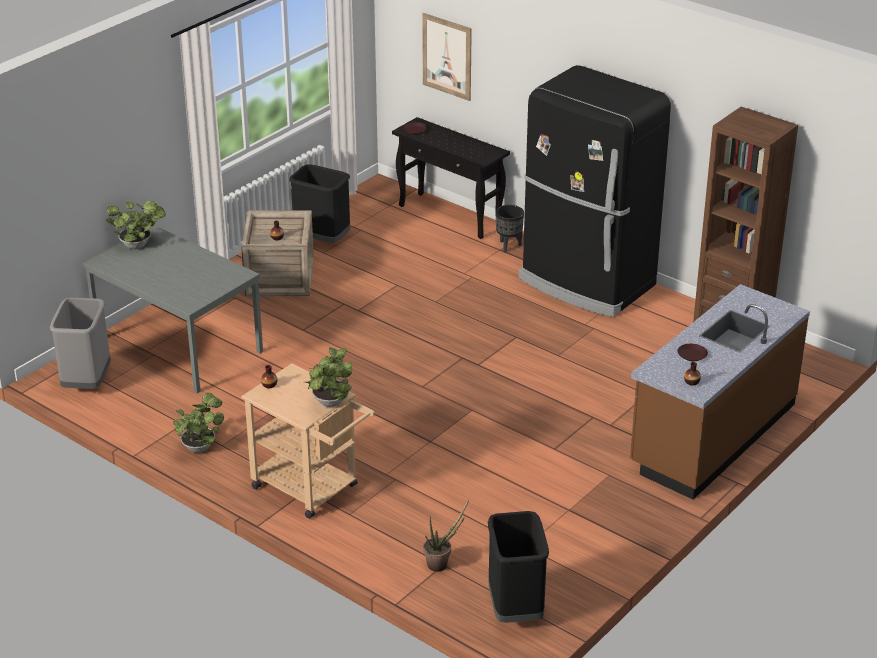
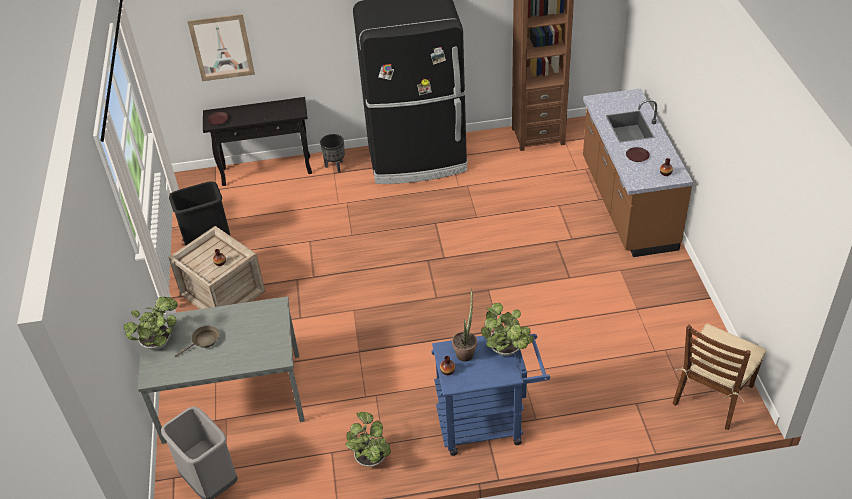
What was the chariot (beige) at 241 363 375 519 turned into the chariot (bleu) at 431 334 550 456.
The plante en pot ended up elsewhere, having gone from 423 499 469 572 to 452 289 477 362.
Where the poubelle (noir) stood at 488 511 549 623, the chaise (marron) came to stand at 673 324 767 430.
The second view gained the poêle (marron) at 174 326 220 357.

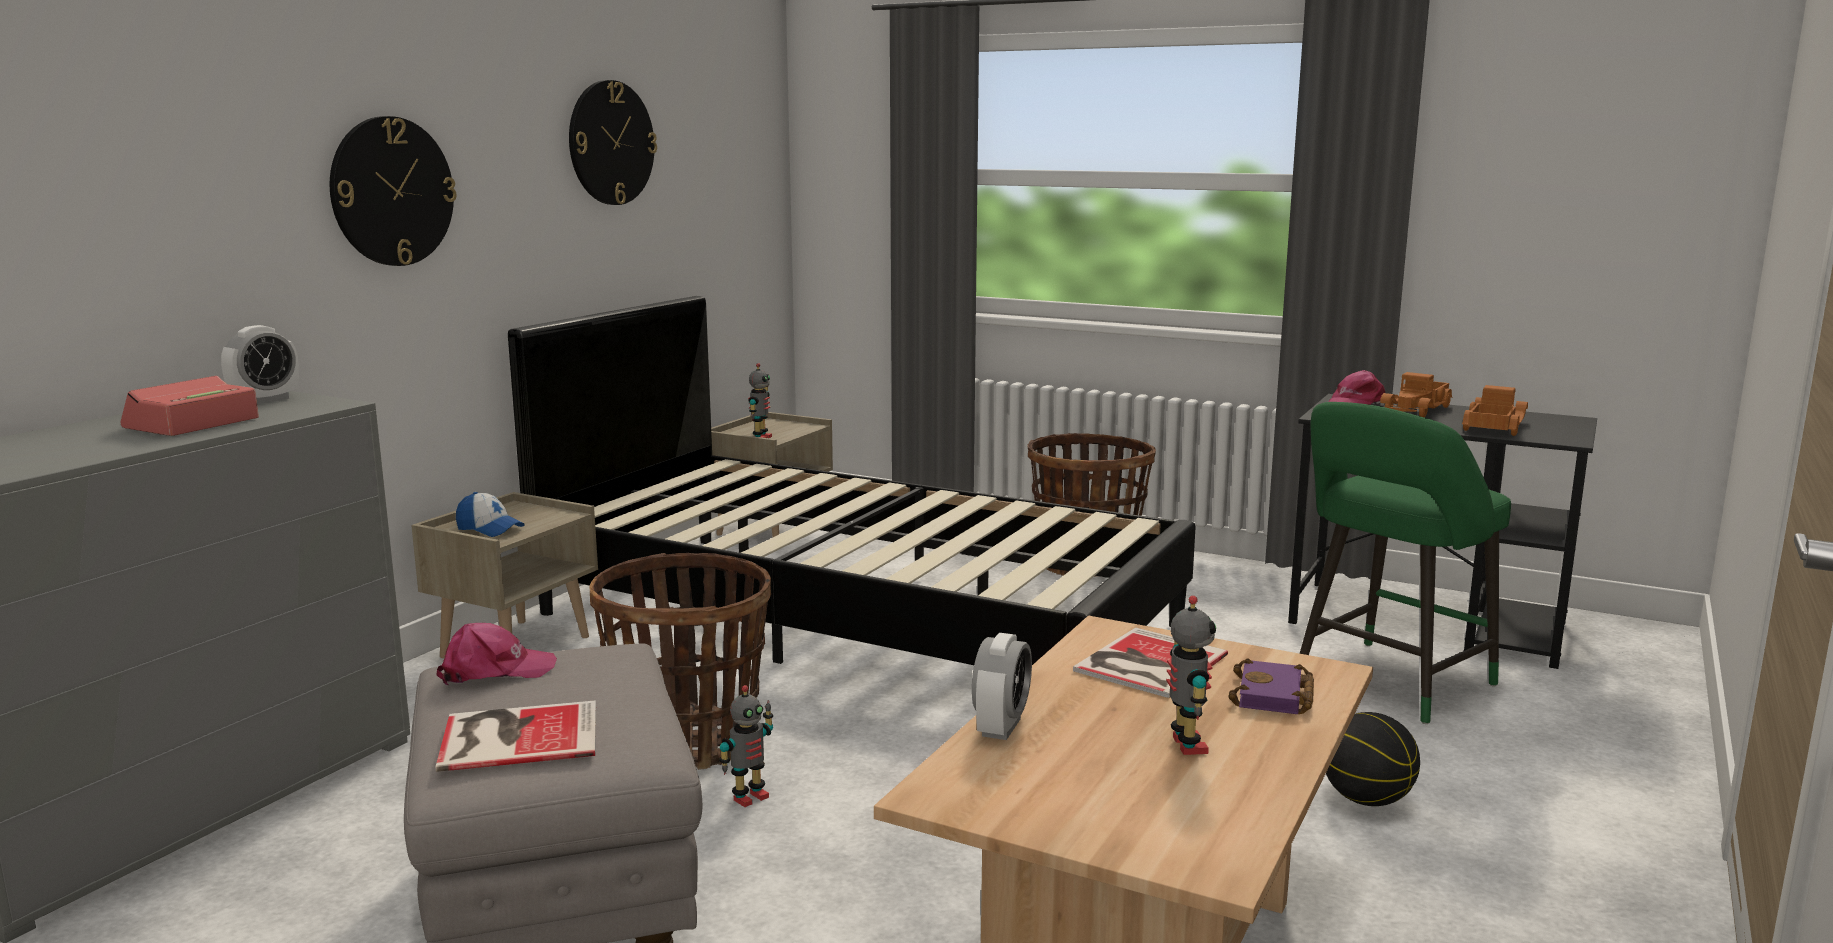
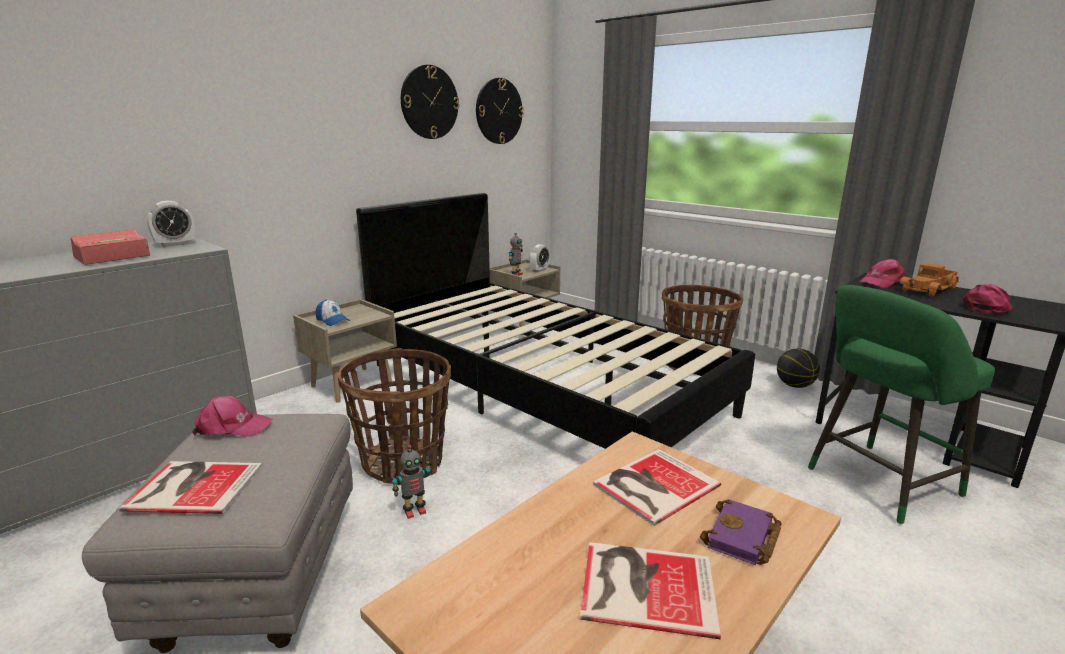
The horloge murale ended up elsewhere, having gone from 330 116 457 266 to 476 78 524 144.
Where the camion jouet stood at 1462 385 1528 436, the casquette (rose) came to stand at 962 284 1012 315.
Where the robot jouet stood at 1166 596 1216 755, the livre came to stand at 580 542 721 639.
The réveil ended up elsewhere, having gone from 972 633 1032 740 to 529 244 549 272.
The ballon de basket ended up elsewhere, having gone from 1326 712 1420 806 to 777 349 820 388.

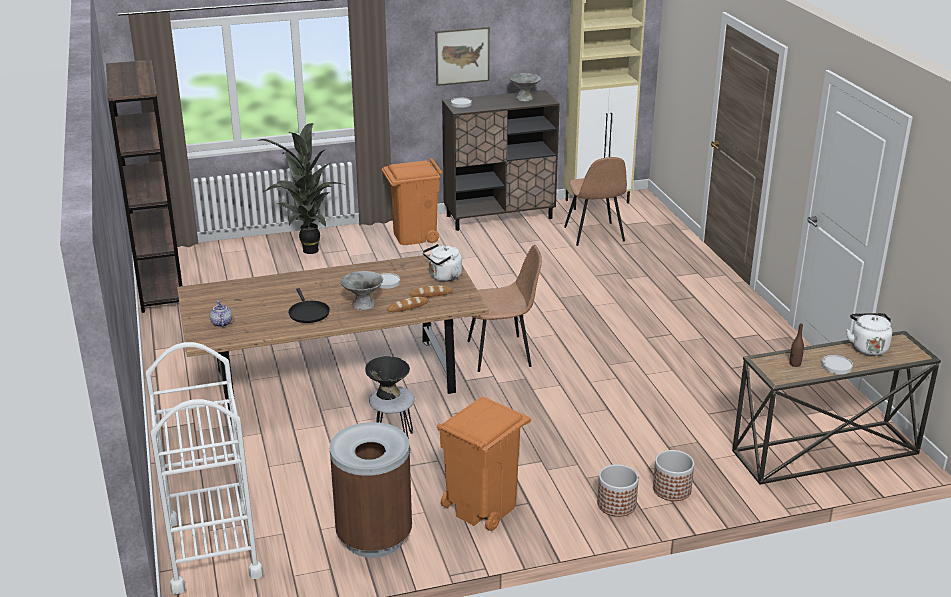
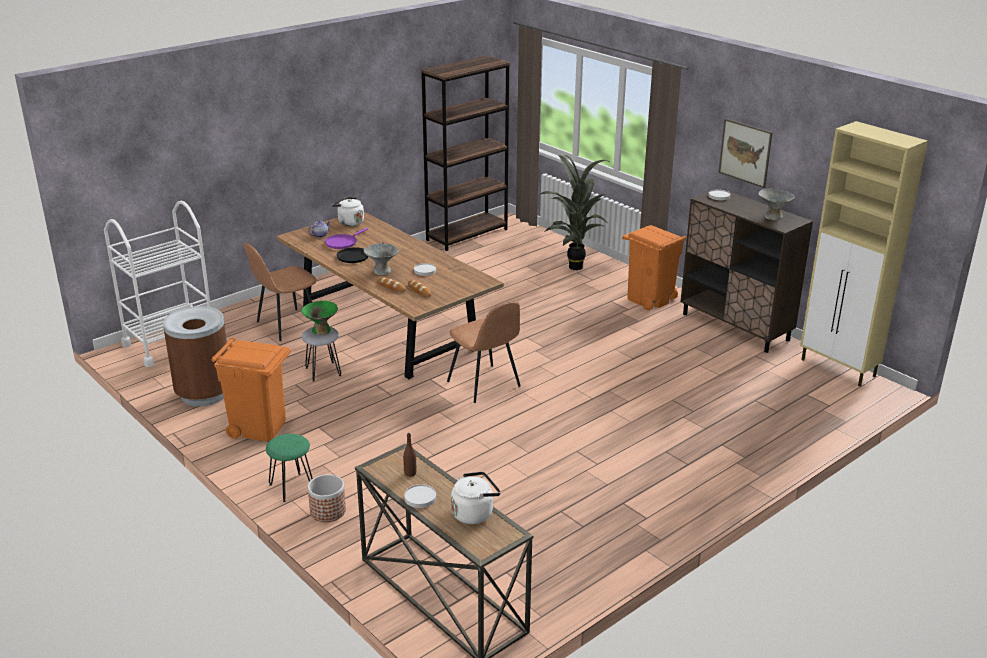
The chaise (marron) ended up elsewhere, having gone from 564 157 627 246 to 244 243 317 341.
The bouilloire (blanc) ended up elsewhere, having gone from 423 244 462 282 to 332 197 364 226.
What was the bol (noir) at 365 356 410 400 turned into the bol (vert) at 302 301 338 335.
Where the cache-pot stood at 597 464 639 517, the tabouret (vert) came to stand at 266 434 313 502.
The second view gained the poêle (violet) at 325 228 368 249.

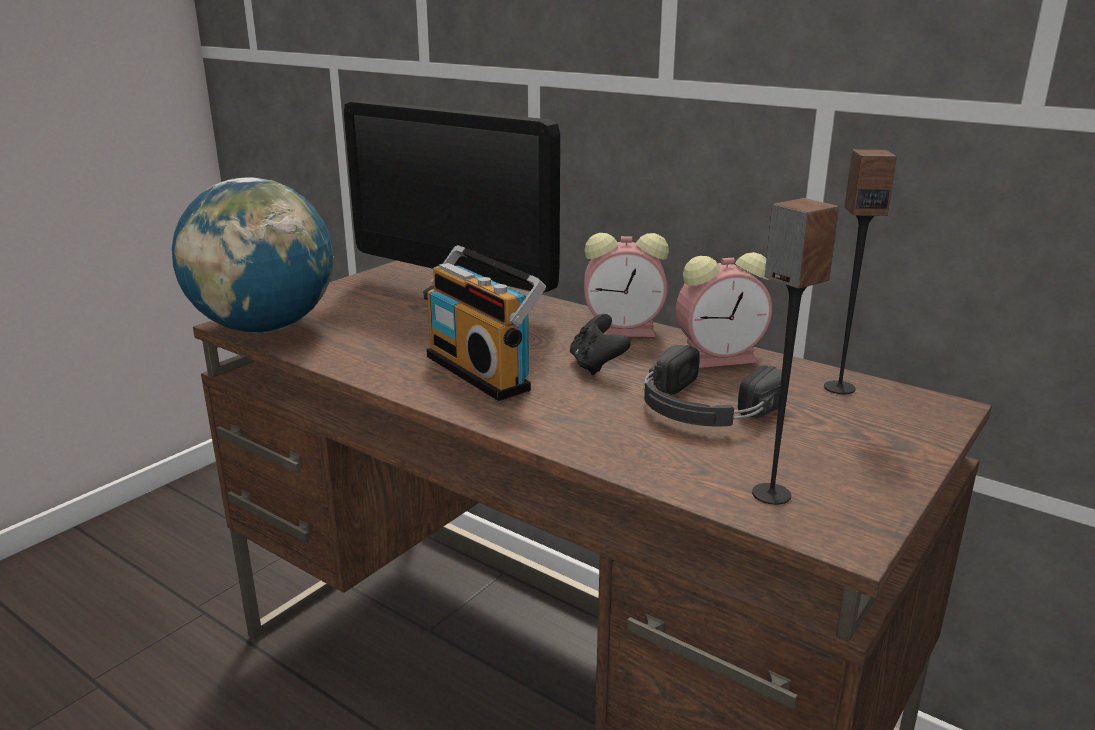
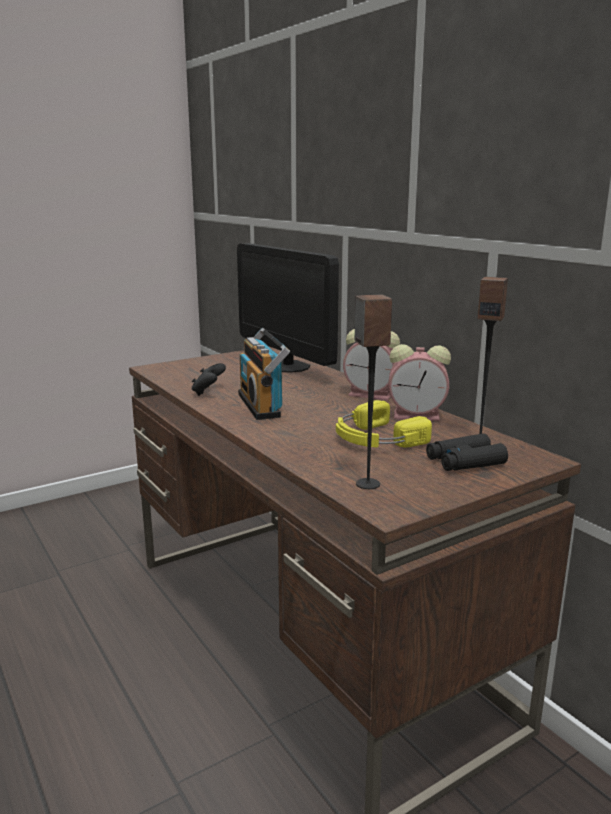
The second view lost the globe at 172 177 334 333.
The manette (noir) ended up elsewhere, having gone from 570 314 631 375 to 192 363 226 396.
What was the casque audio (noir) at 644 345 782 427 turned into the casque audio (jaune) at 336 400 432 448.
The second view gained the jumelles (noir) at 426 433 508 471.

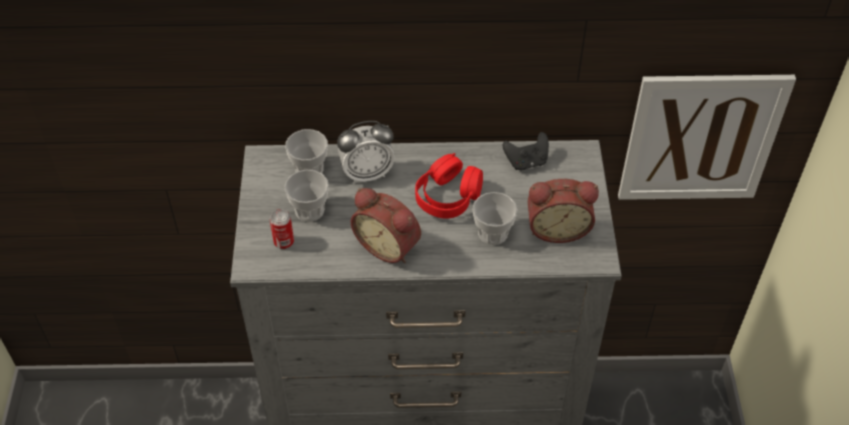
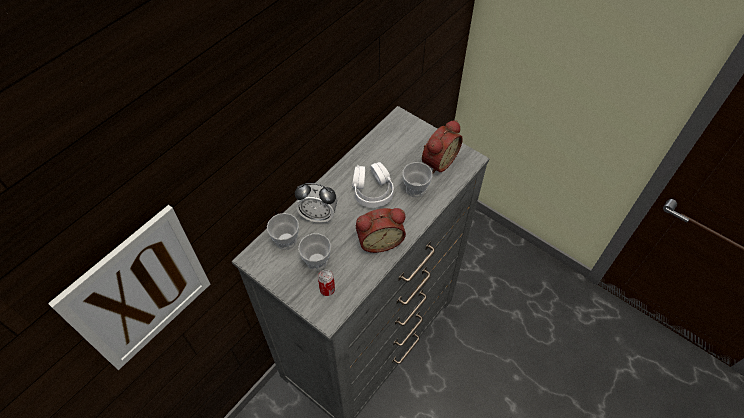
The tableau ended up elsewhere, having gone from 618 75 796 200 to 48 205 210 370.
The réveil at 337 121 395 183 ended up facing another way, 75 degrees clockwise from before.
The second view lost the manette (noir) at 503 132 549 170.
What was the casque audio (rouge) at 415 153 483 219 turned into the casque audio (blanc) at 352 162 394 208.

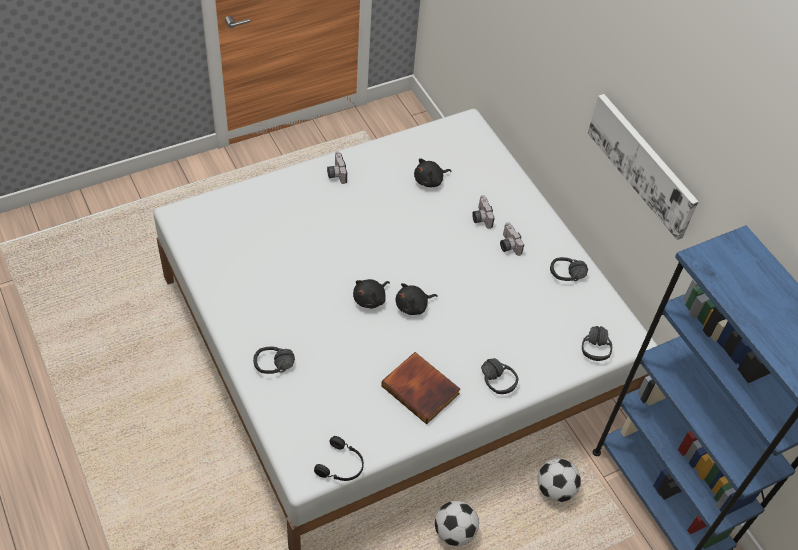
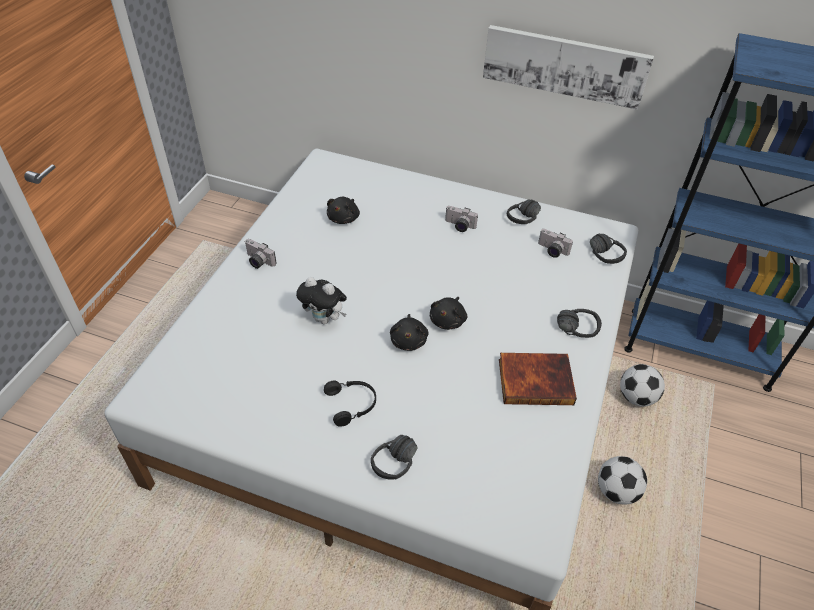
The appareil photo ended up elsewhere, having gone from 472 195 495 229 to 538 229 573 258.
The casque audio (noir) ended up elsewhere, having gone from 314 436 364 481 to 324 381 376 427.
The second view gained the peluche at 296 277 347 324.

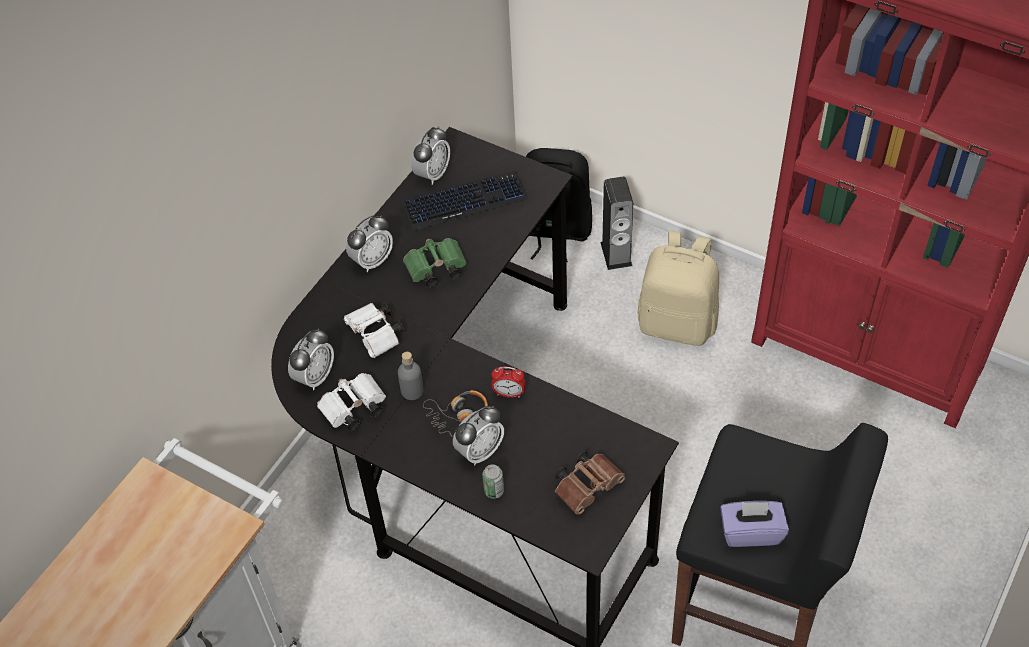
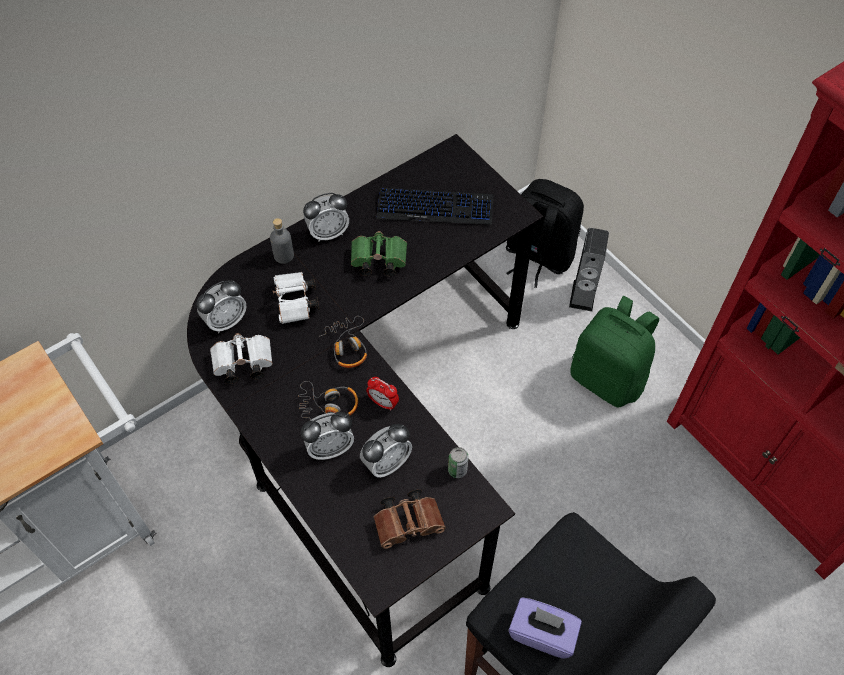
The réveil ended up elsewhere, having gone from 411 126 450 185 to 360 424 412 478.
What was the sac à dos (beige) at 638 230 719 346 turned into the sac à dos (vert) at 570 296 659 408.
The bouteille (gris) ended up elsewhere, having gone from 398 352 423 400 to 270 218 294 264.
The boîte métallique ended up elsewhere, having gone from 482 464 504 499 to 448 447 469 478.
The second view gained the casque audio at 319 316 367 368.

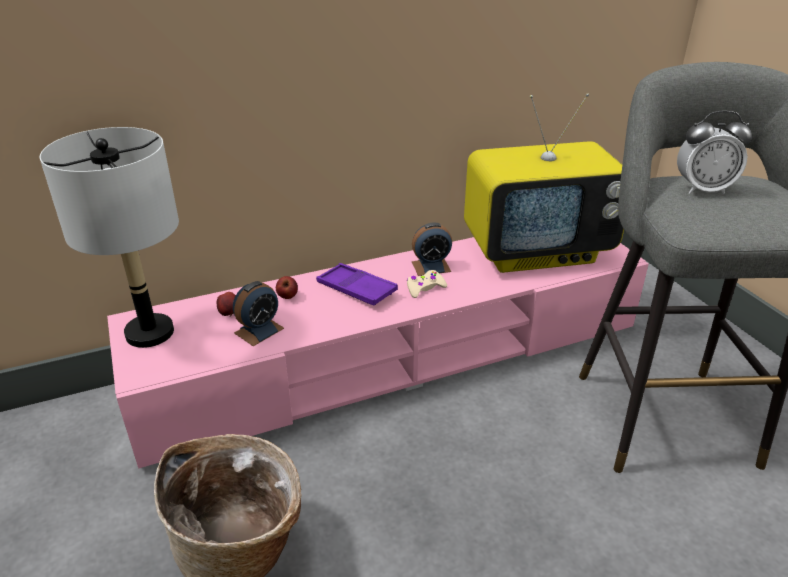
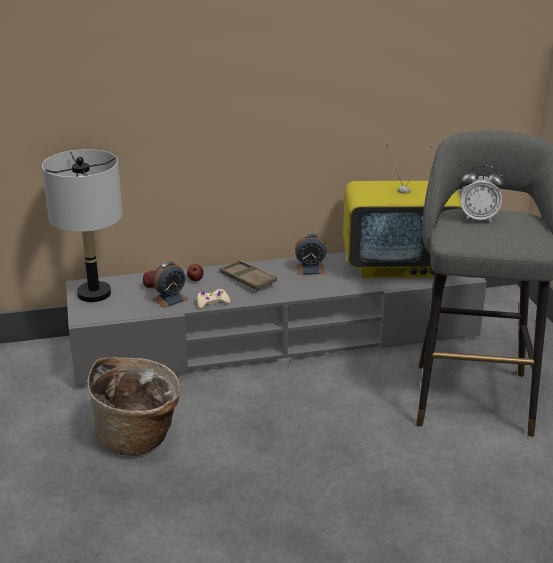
What was the meuble télé (rose) at 107 237 649 468 turned into the meuble télé (gris) at 66 252 487 387.
What was the plateau (violet) at 316 263 398 305 turned into the plateau (marron) at 219 260 277 290.
The manette (beige) ended up elsewhere, having gone from 407 270 447 298 to 197 289 230 309.

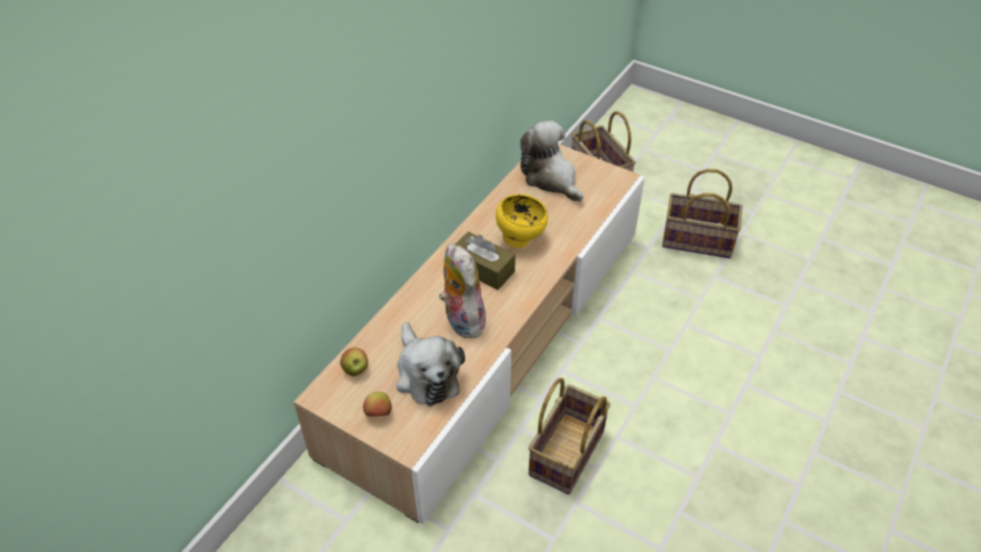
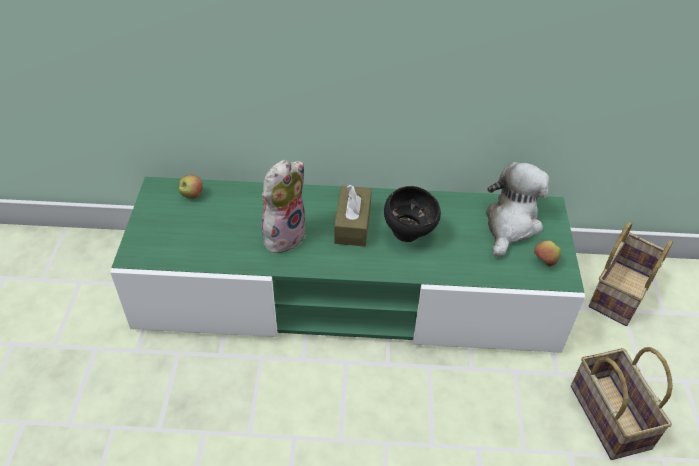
What was the meuble télé (beige) at 294 144 645 524 turned into the meuble télé (vert) at 110 177 585 353.
What was the bol (jaune) at 496 194 548 248 turned into the bol (noir) at 384 186 441 242.
The second view lost the peluche at 397 322 465 407.
The second view lost the panier at 528 378 610 495.
The pomme ended up elsewhere, having gone from 363 392 392 416 to 534 241 561 267.

